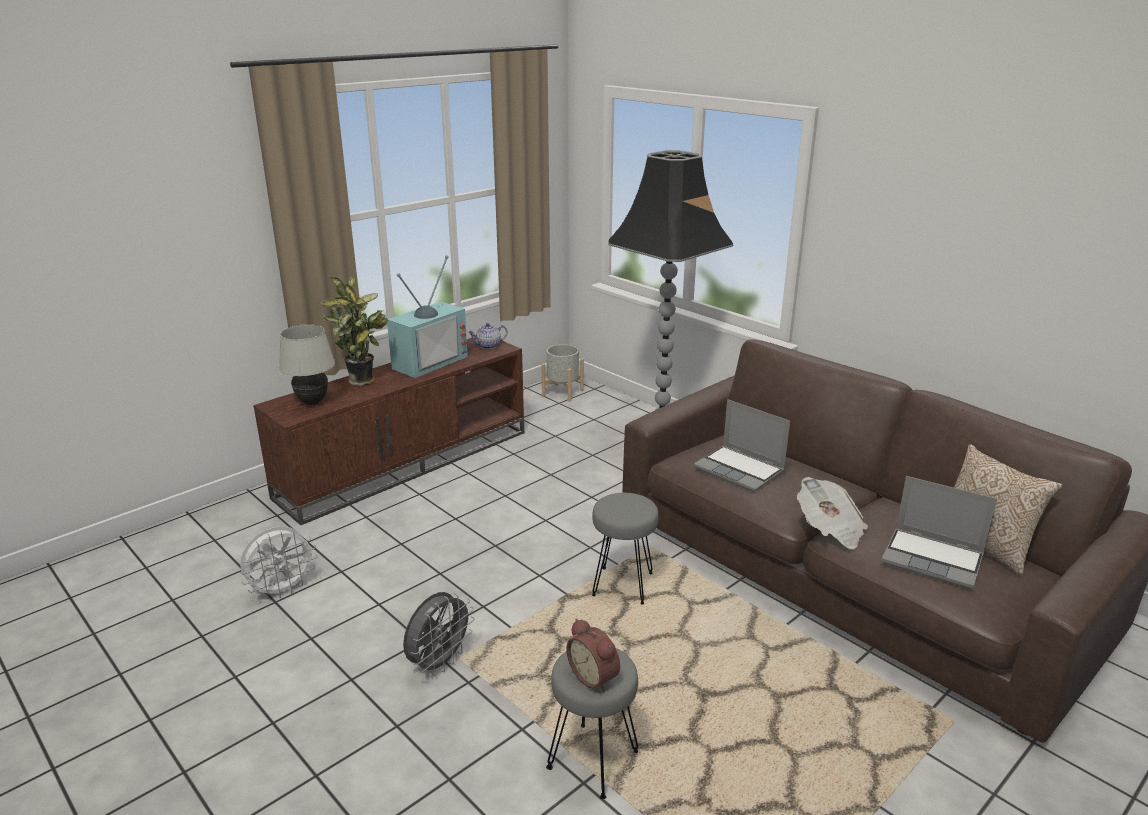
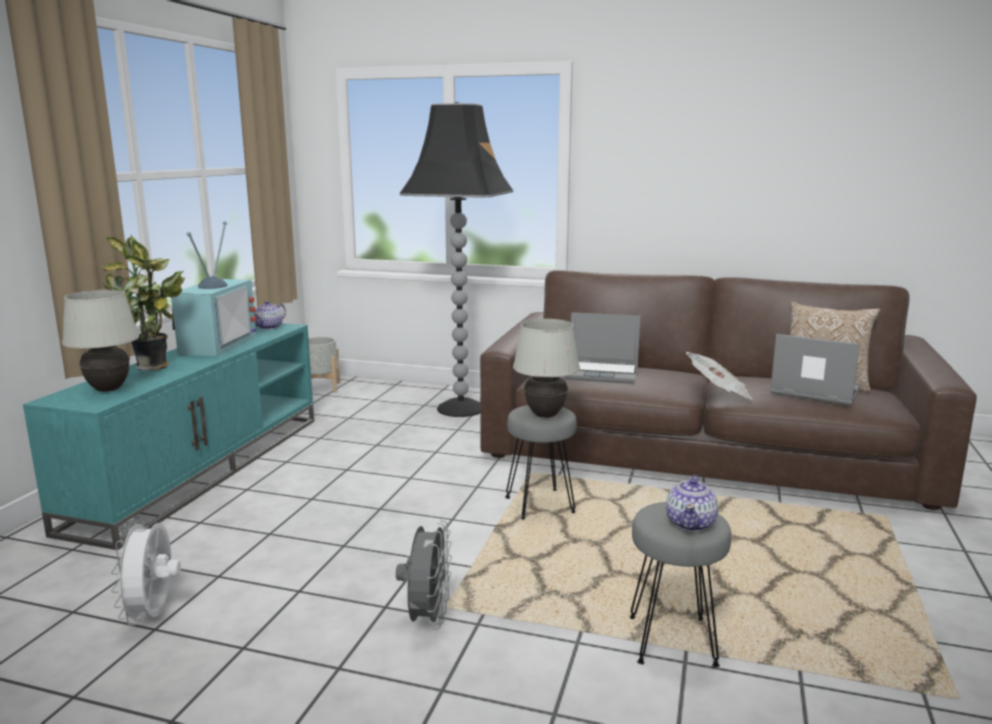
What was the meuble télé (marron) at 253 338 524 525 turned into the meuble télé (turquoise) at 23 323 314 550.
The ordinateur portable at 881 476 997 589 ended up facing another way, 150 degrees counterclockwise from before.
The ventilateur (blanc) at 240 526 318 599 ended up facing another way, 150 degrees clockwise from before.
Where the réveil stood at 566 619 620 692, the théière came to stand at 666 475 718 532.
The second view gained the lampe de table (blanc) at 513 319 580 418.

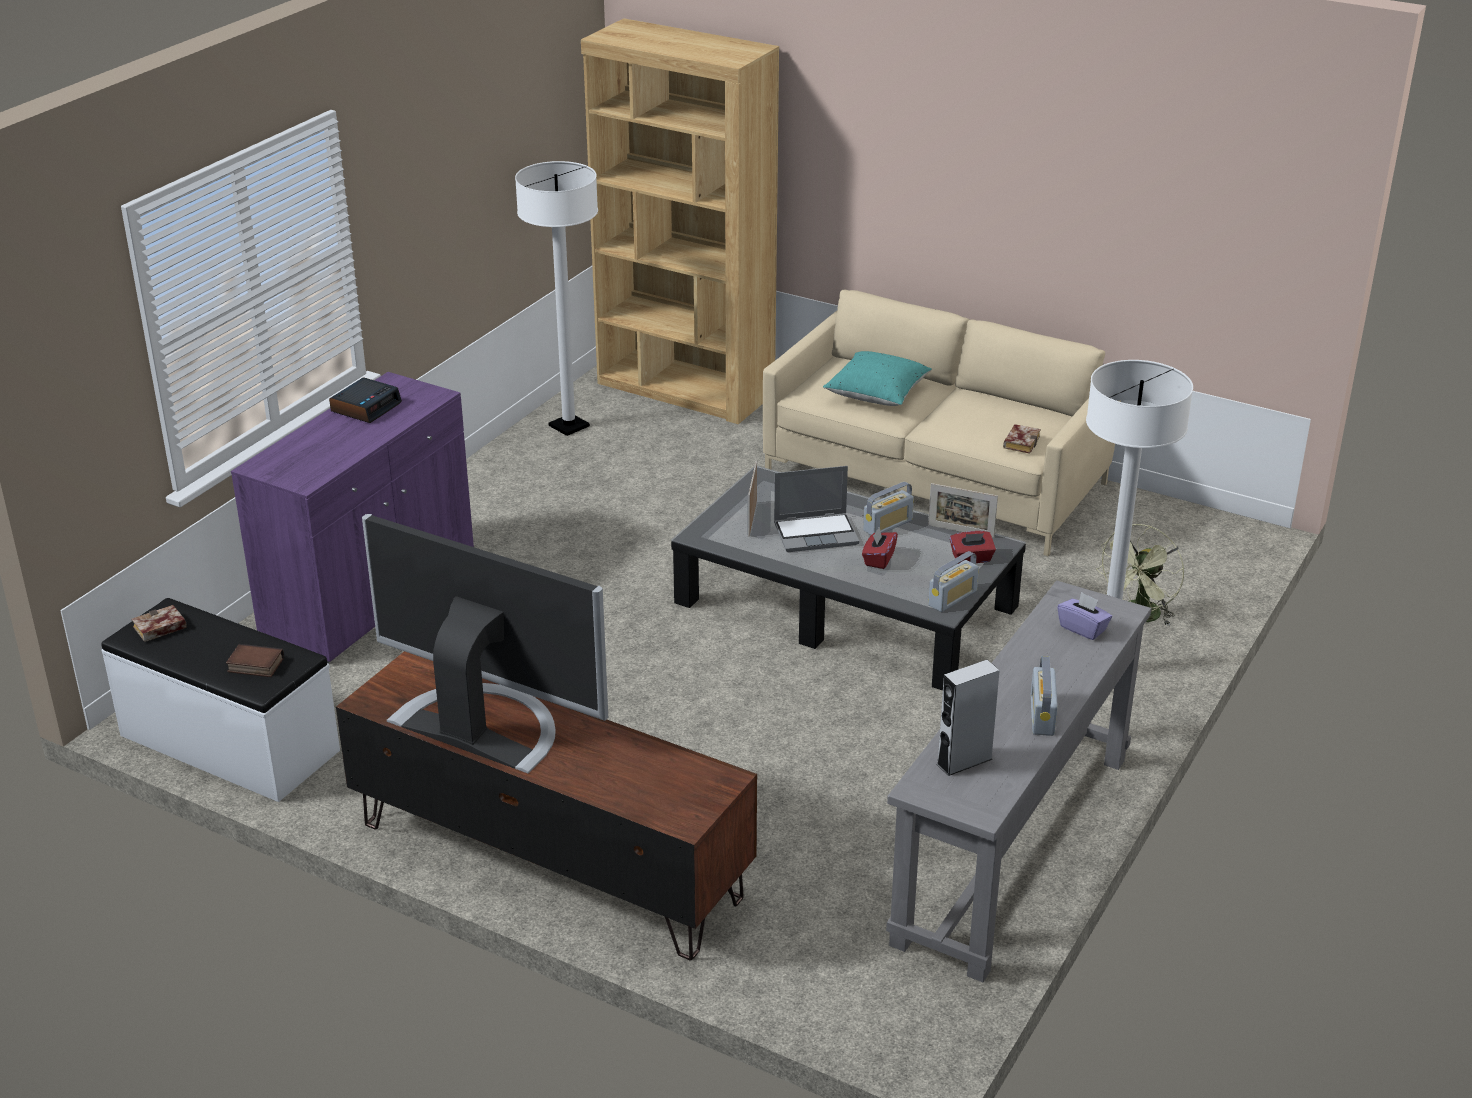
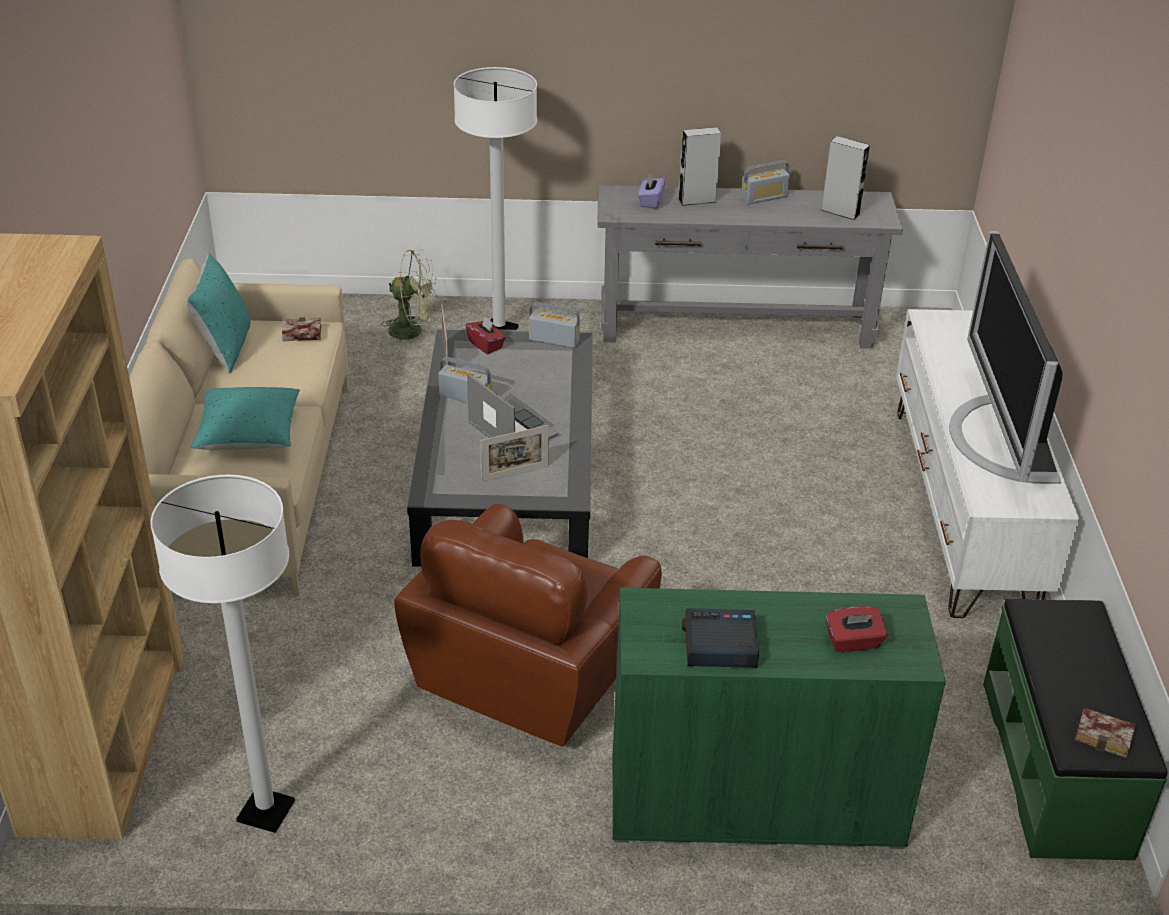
What was the meuble de rangement (violet) at 231 372 474 663 turned into the meuble de rangement (vert) at 613 588 946 849.
The boîte à mouchoirs (rouge) ended up elsewhere, having gone from 862 527 898 569 to 826 606 887 653.
What was the banc (blanc) at 101 598 340 802 turned into the banc (vert) at 983 598 1168 860.
The second view lost the livre at 226 644 284 677.
What was the meuble télé (marron) at 336 651 757 961 turned into the meuble télé (blanc) at 896 309 1079 618.
The second view gained the enceinte (gris) at 678 127 722 206.
The second view gained the coussin (turquoise) at 187 253 250 373.
The second view gained the fauteuil (marron) at 394 504 662 747.

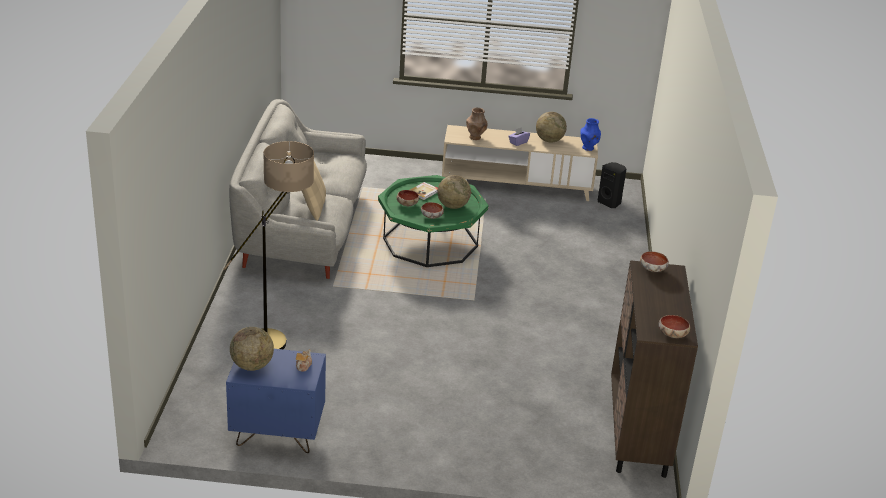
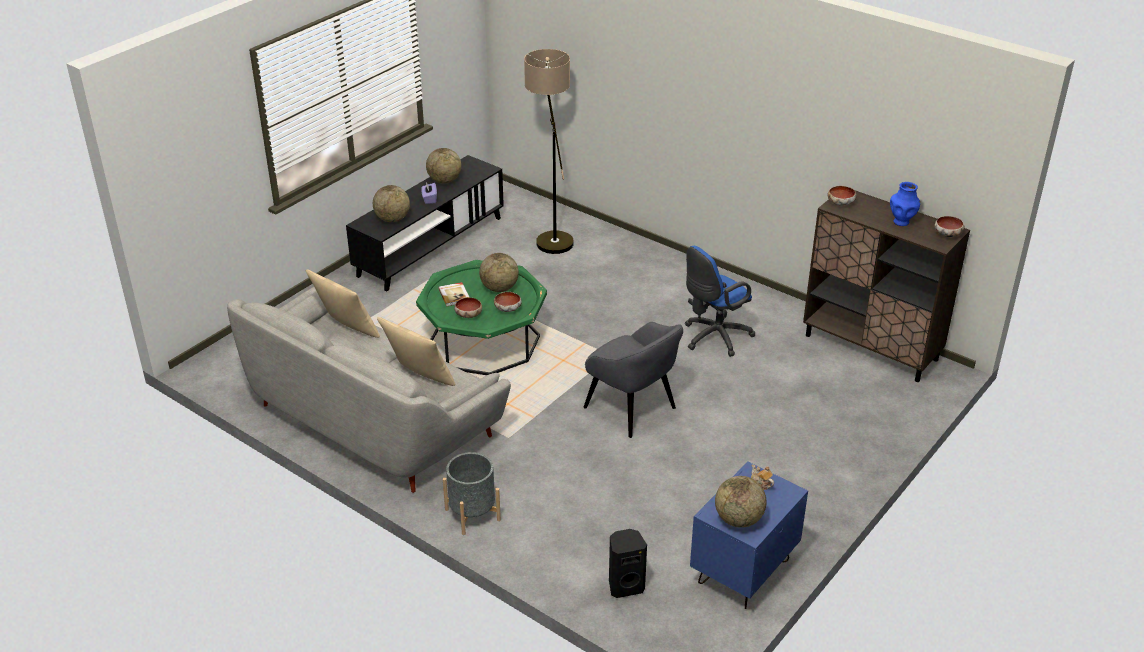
Where the vase (marron) stood at 466 108 487 140, the globe came to stand at 373 185 410 222.
The vase (bleu) ended up elsewhere, having gone from 581 118 601 151 to 890 182 920 226.
What was the meuble télé (beige) at 442 125 598 201 turned into the meuble télé (noir) at 346 155 504 291.
The lampadaire ended up elsewhere, having gone from 224 141 314 349 to 524 49 574 254.
The enceinte (noir) ended up elsewhere, having gone from 598 162 626 208 to 609 529 647 598.
The second view gained the chaise de bureau (bleu) at 685 246 756 357.
The second view gained the coussin (beige) at 306 269 380 338.
The second view gained the fauteuil (gris) at 584 322 683 438.
The second view gained the cache-pot (gris) at 443 452 501 535.

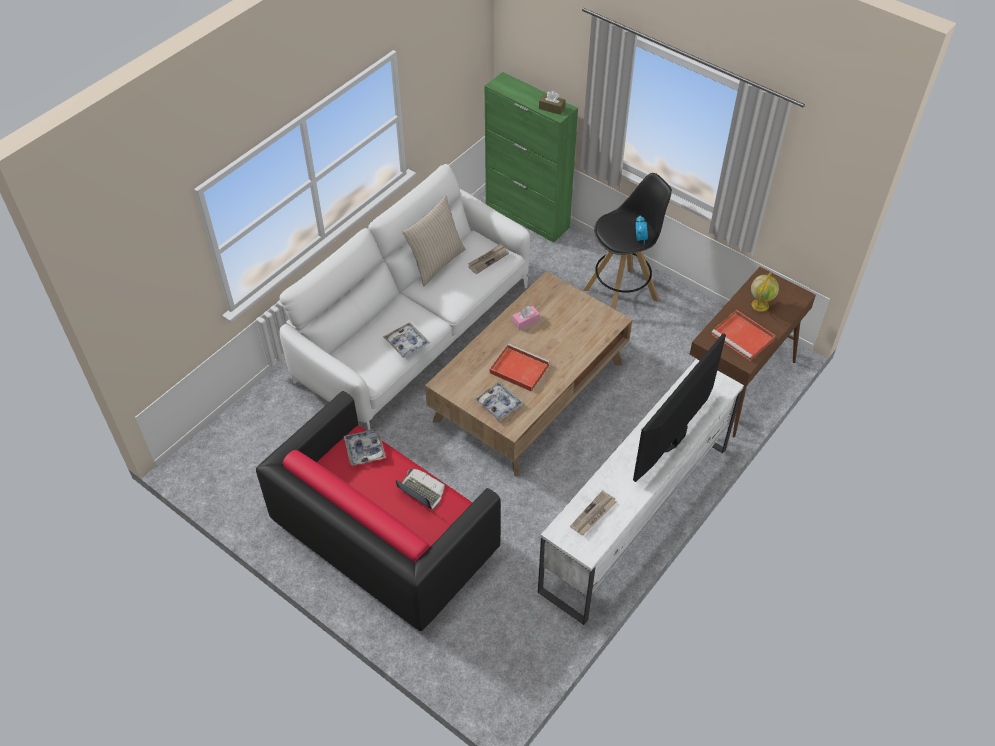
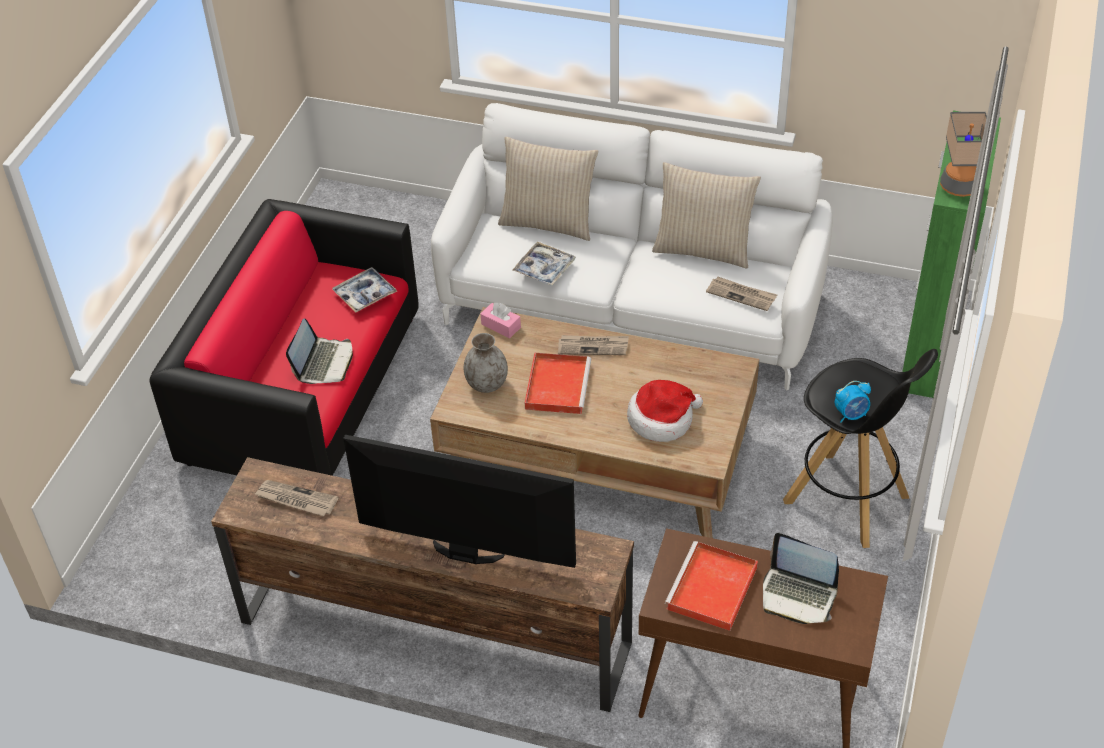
Where the boîte à mouchoirs (marron) stood at 539 91 565 115, the lampe de table came to stand at 940 112 987 197.
Where the globe stood at 751 272 779 312, the ordinateur portable came to stand at 763 533 839 624.
The boîte à mouchoirs (rose) ended up elsewhere, having gone from 512 306 540 330 to 480 302 521 338.
What was the meuble télé (blanc) at 538 359 744 625 turned into the meuble télé (marron) at 211 457 634 712.
Where the plateau stood at 474 382 524 421, the vase (gris) came to stand at 464 333 508 393.
The second view gained the coussin (beige) at 498 136 598 241.
The second view gained the journal at 558 335 629 355.
The second view gained the chapeau at 627 380 703 442.

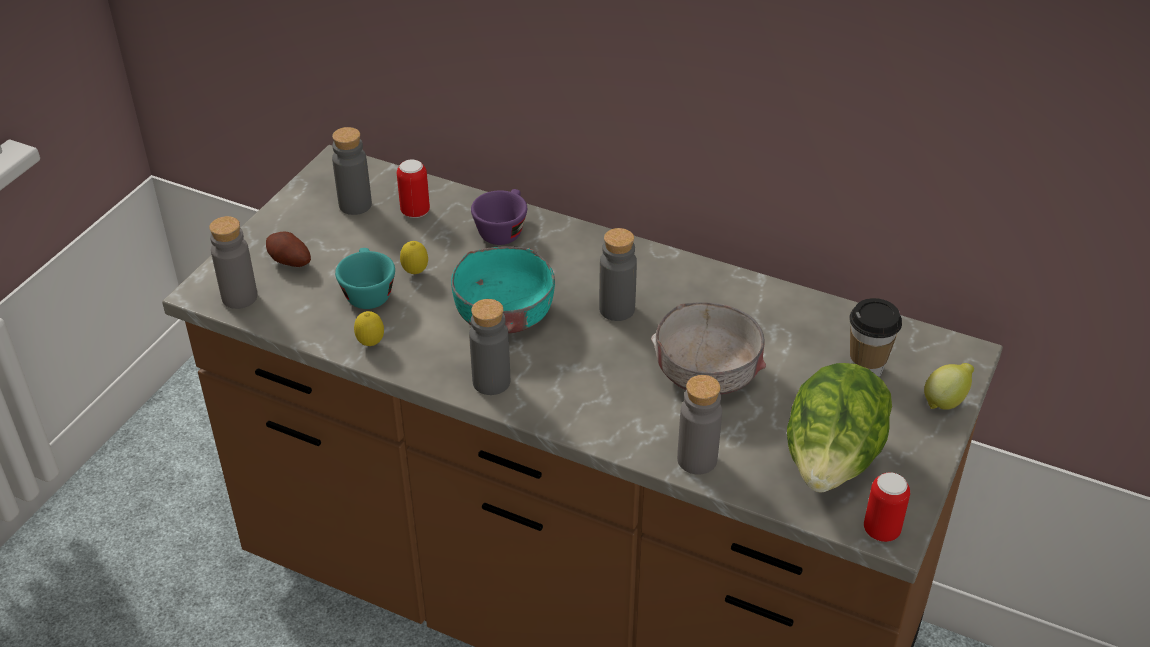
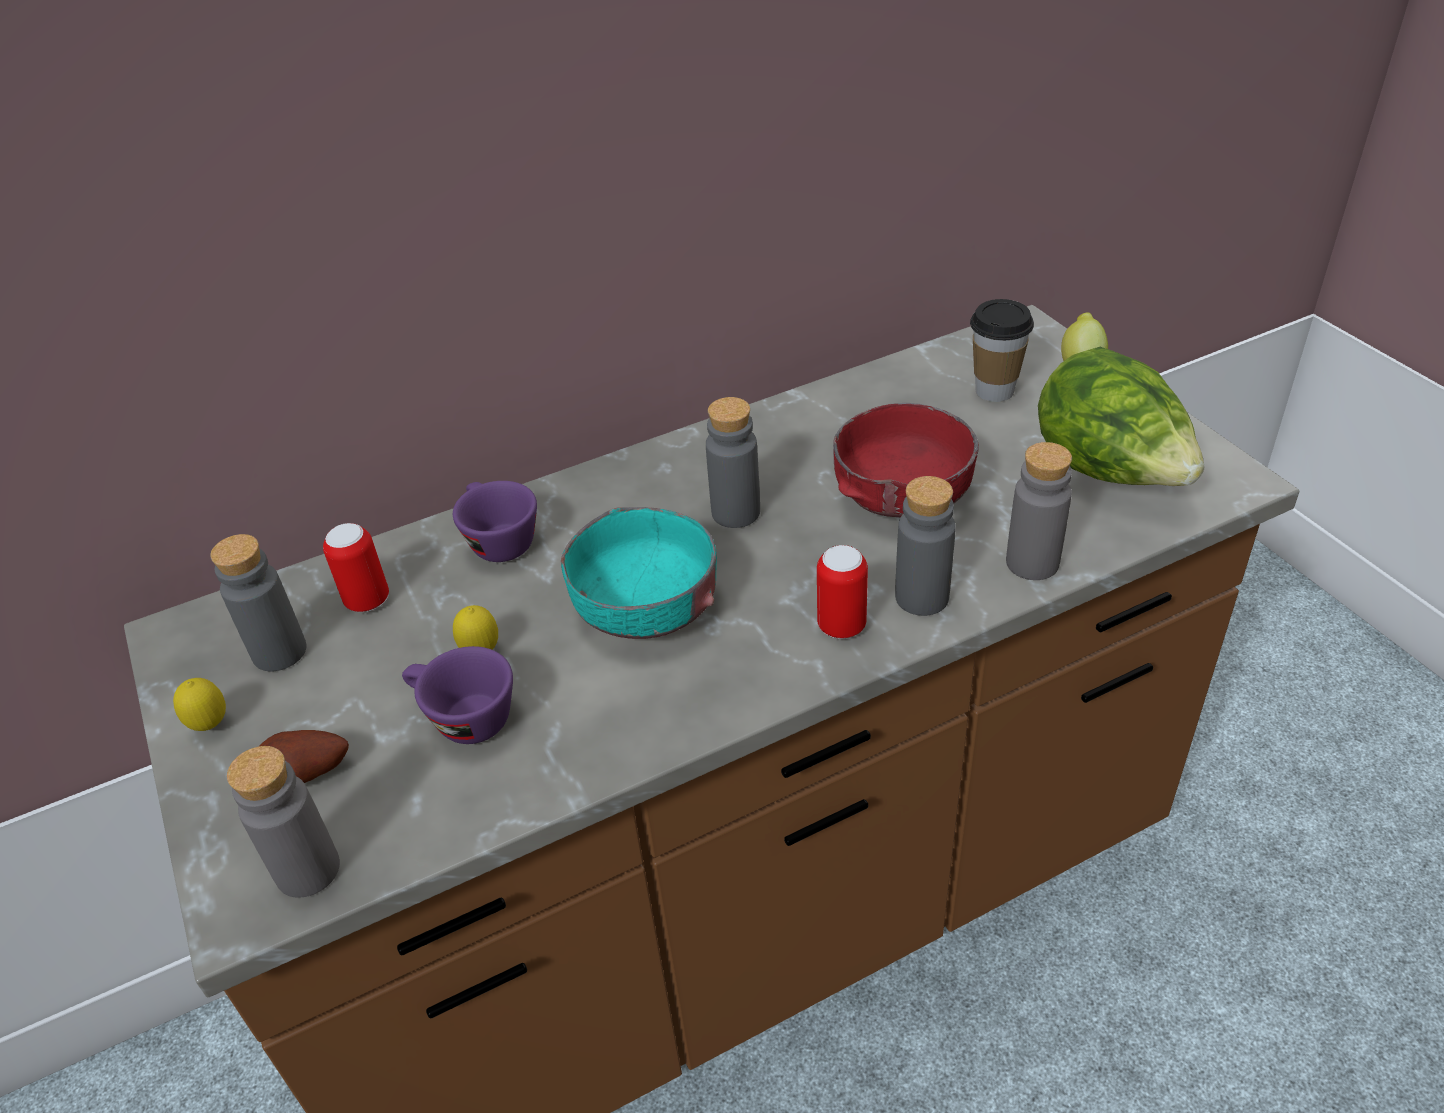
What was the tasse (turquoise) at 335 248 395 309 turned into the tasse (violet) at 402 646 513 744.
The bouteille (gris) ended up elsewhere, having gone from 469 299 510 395 to 895 476 956 616.
What was the bol (gris) at 651 302 766 394 turned into the bol (rouge) at 833 403 979 517.
The citron ended up elsewhere, having gone from 354 311 384 346 to 173 678 226 731.
The boîte métallique ended up elsewhere, having gone from 864 472 910 542 to 817 545 868 639.

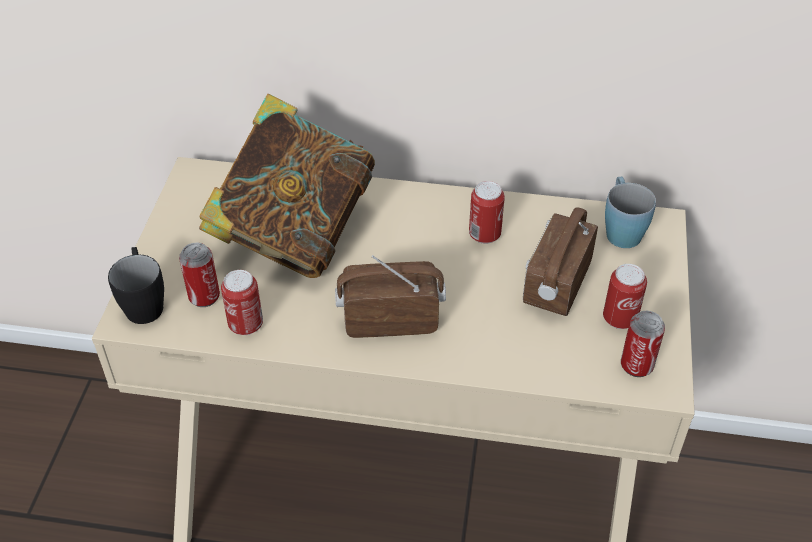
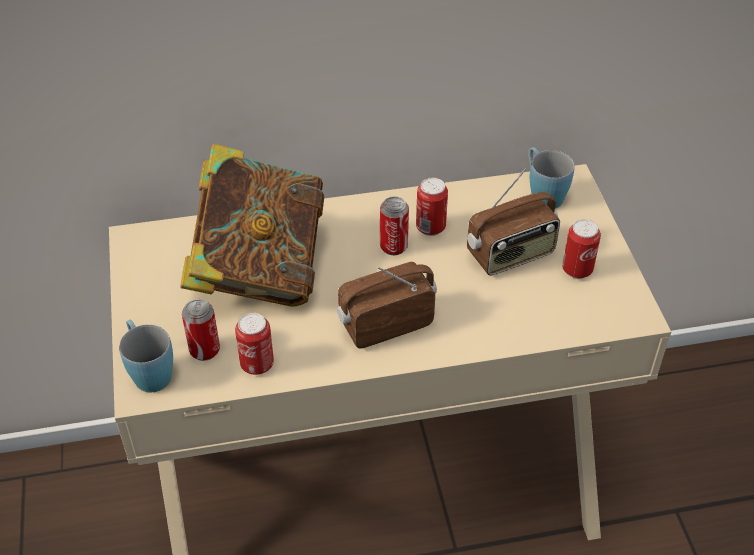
The radio at 523 208 598 316 ended up facing another way, 120 degrees counterclockwise from before.
What was the mug (noir) at 108 247 164 324 turned into the mug (bleu) at 119 320 173 392.
The boîte métallique ended up elsewhere, having gone from 621 311 665 377 to 380 196 409 255.

